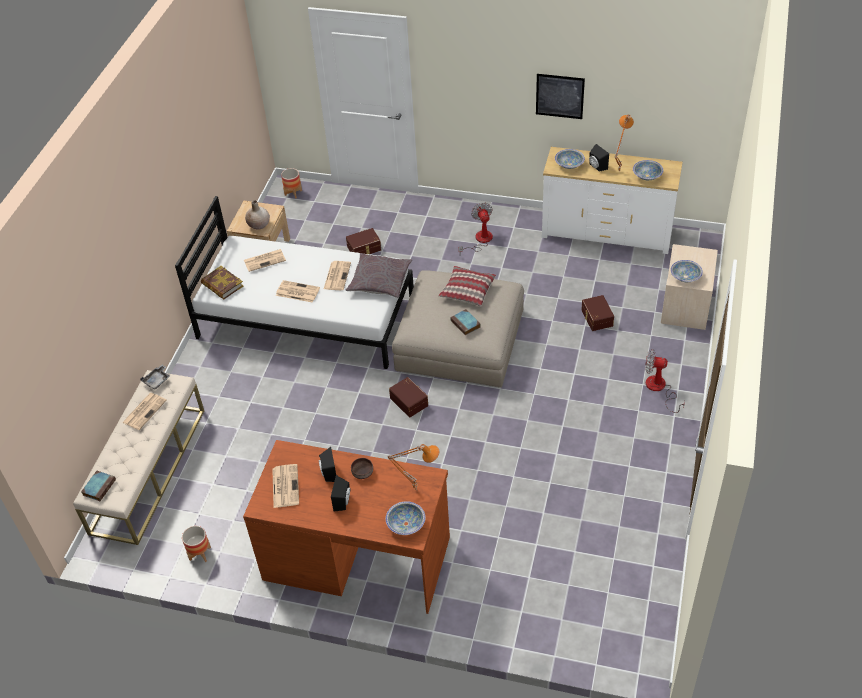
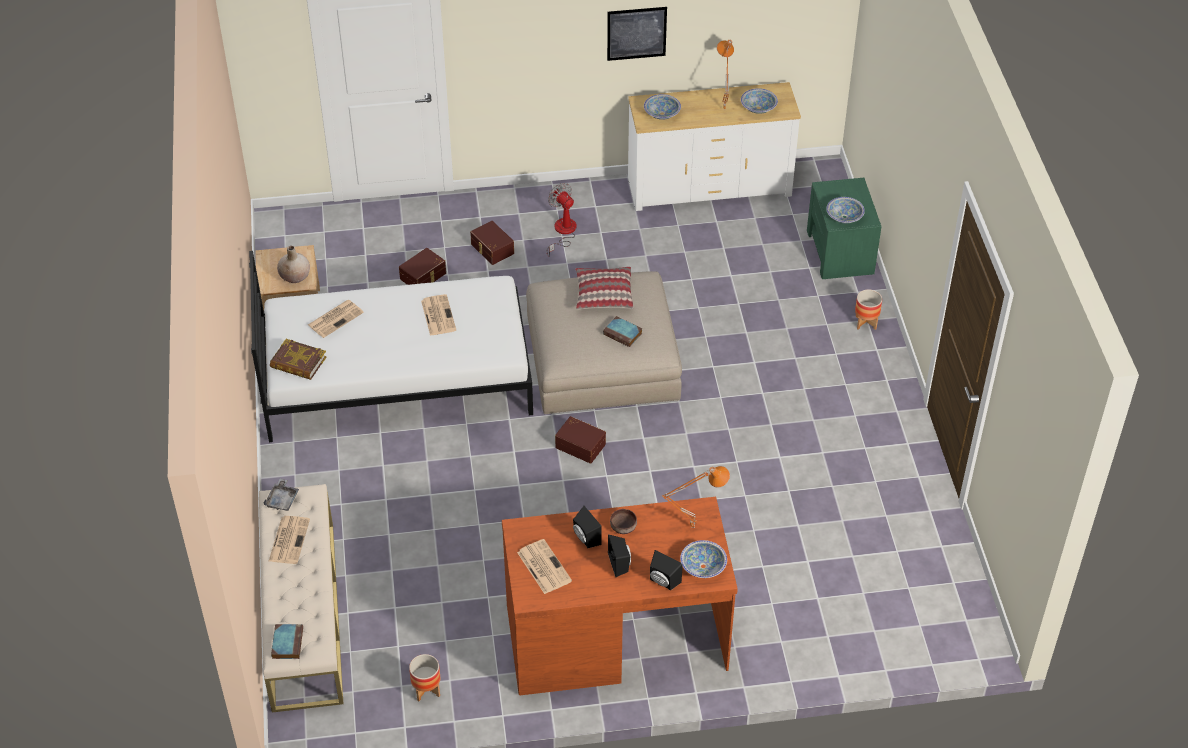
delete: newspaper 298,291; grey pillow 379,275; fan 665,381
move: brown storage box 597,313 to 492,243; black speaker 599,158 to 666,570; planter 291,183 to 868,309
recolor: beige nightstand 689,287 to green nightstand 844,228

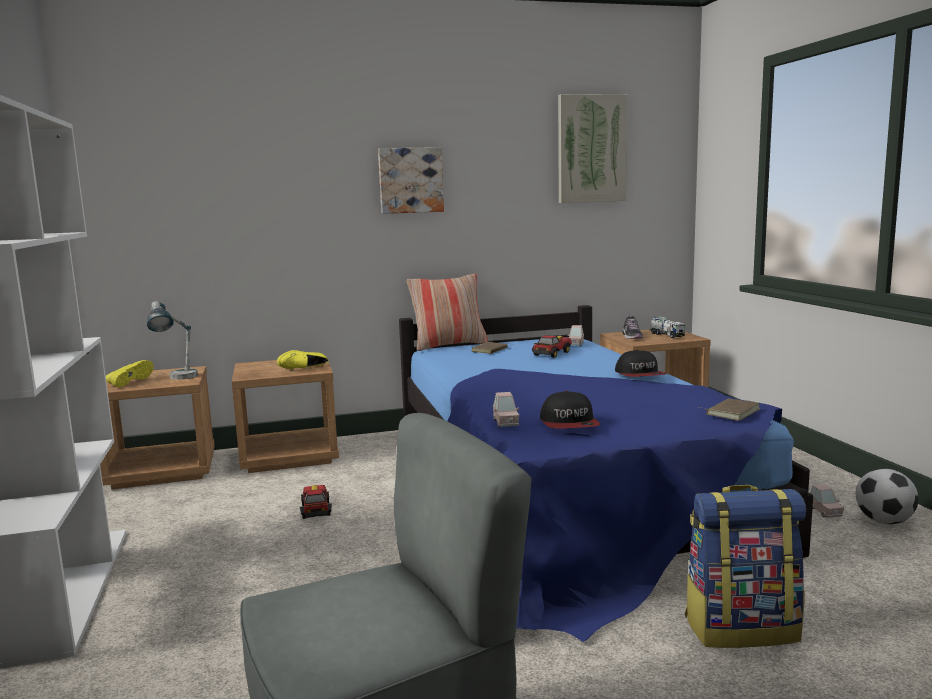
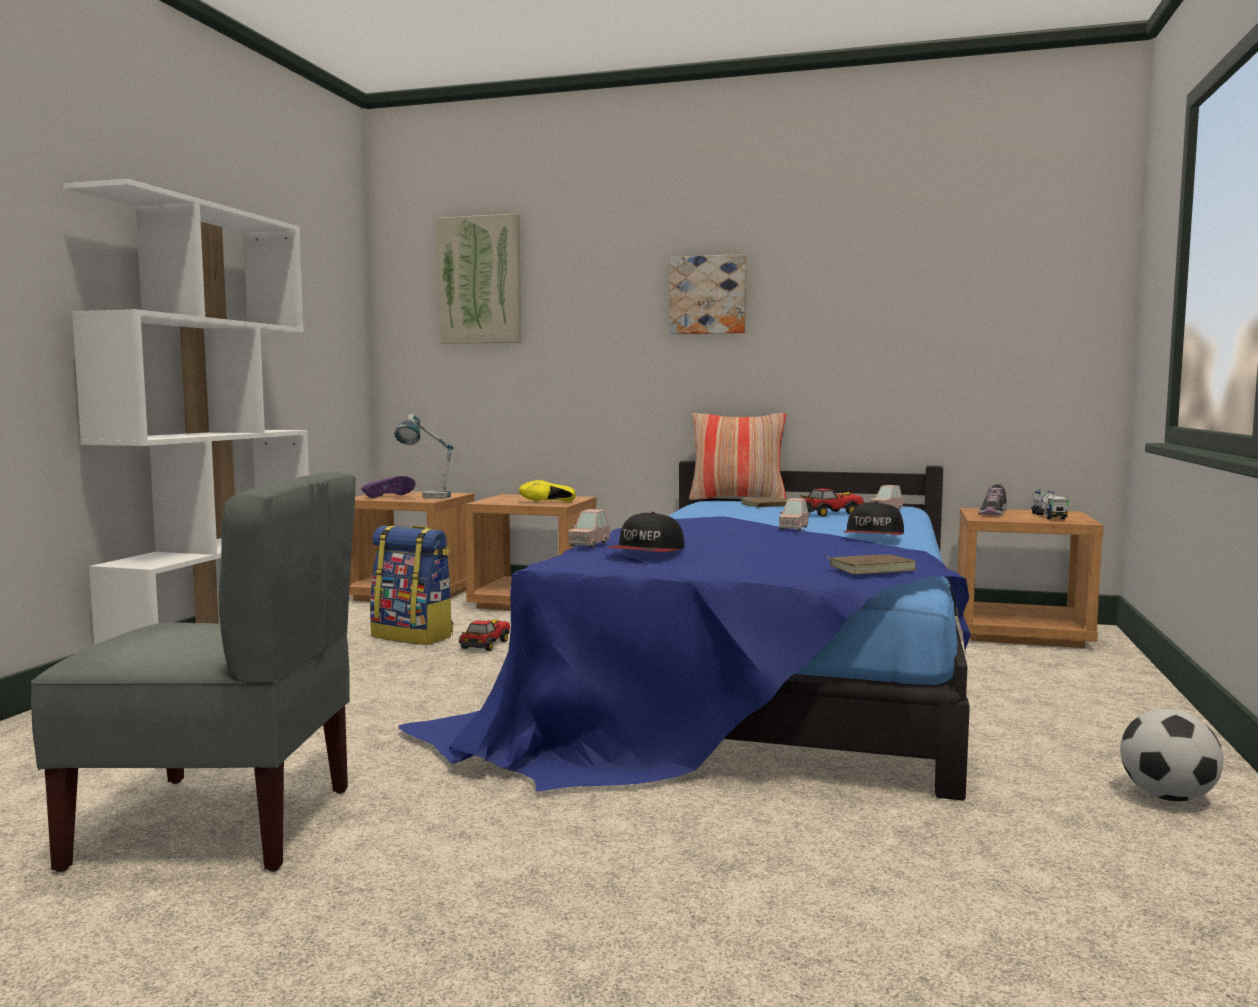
move: backpack 745,566 to 411,585; picture 593,148 to 479,279; pink toy car 827,501 to 794,514
recolor: yellow shoe 130,373 to purple shoe 388,487

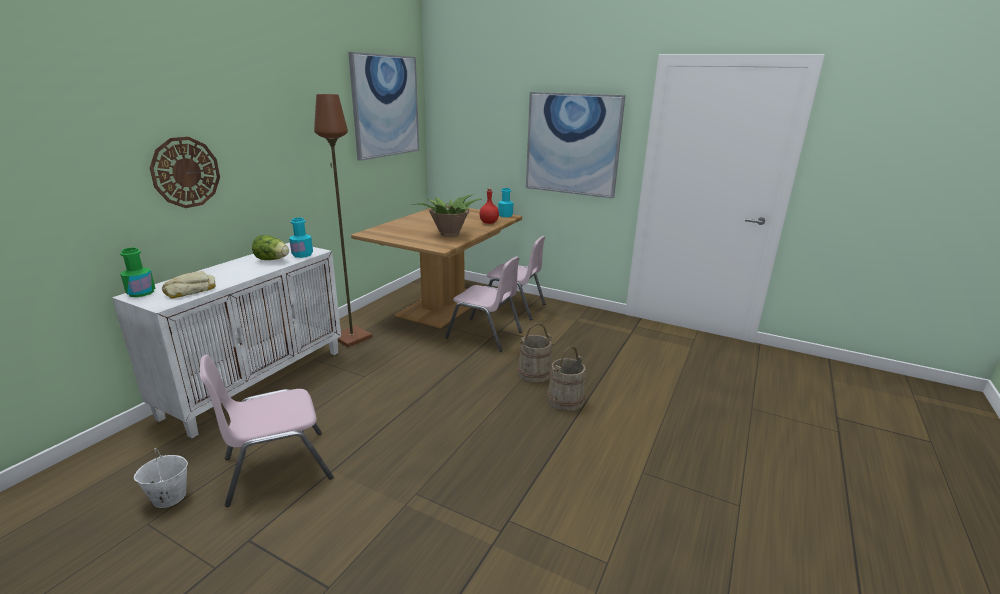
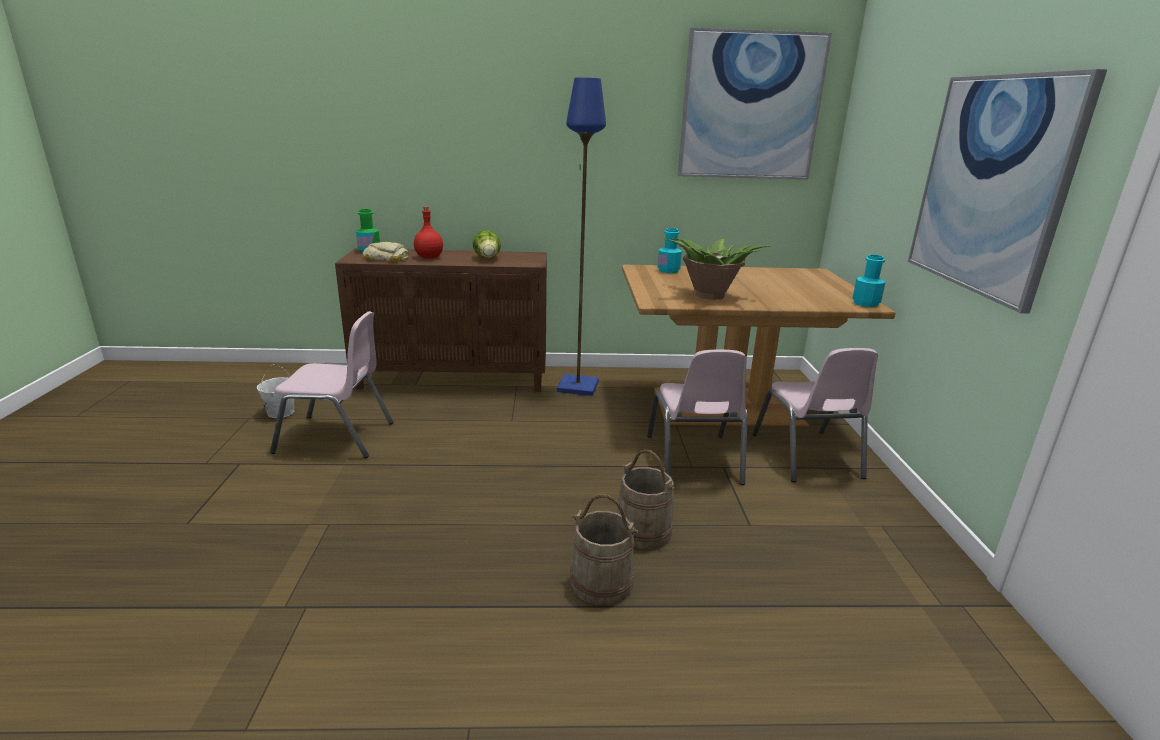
delete: wall clock 185,172
move: red bottle 489,206 to 428,232; turquoise bottle 301,237 to 670,250
recolor: white cabinet 226,340 to brown cabinet 441,320; brown floor lamp 343,220 to blue floor lamp 581,236
rotate: pink chair 267,431 = 331,384 150 degrees clockwise

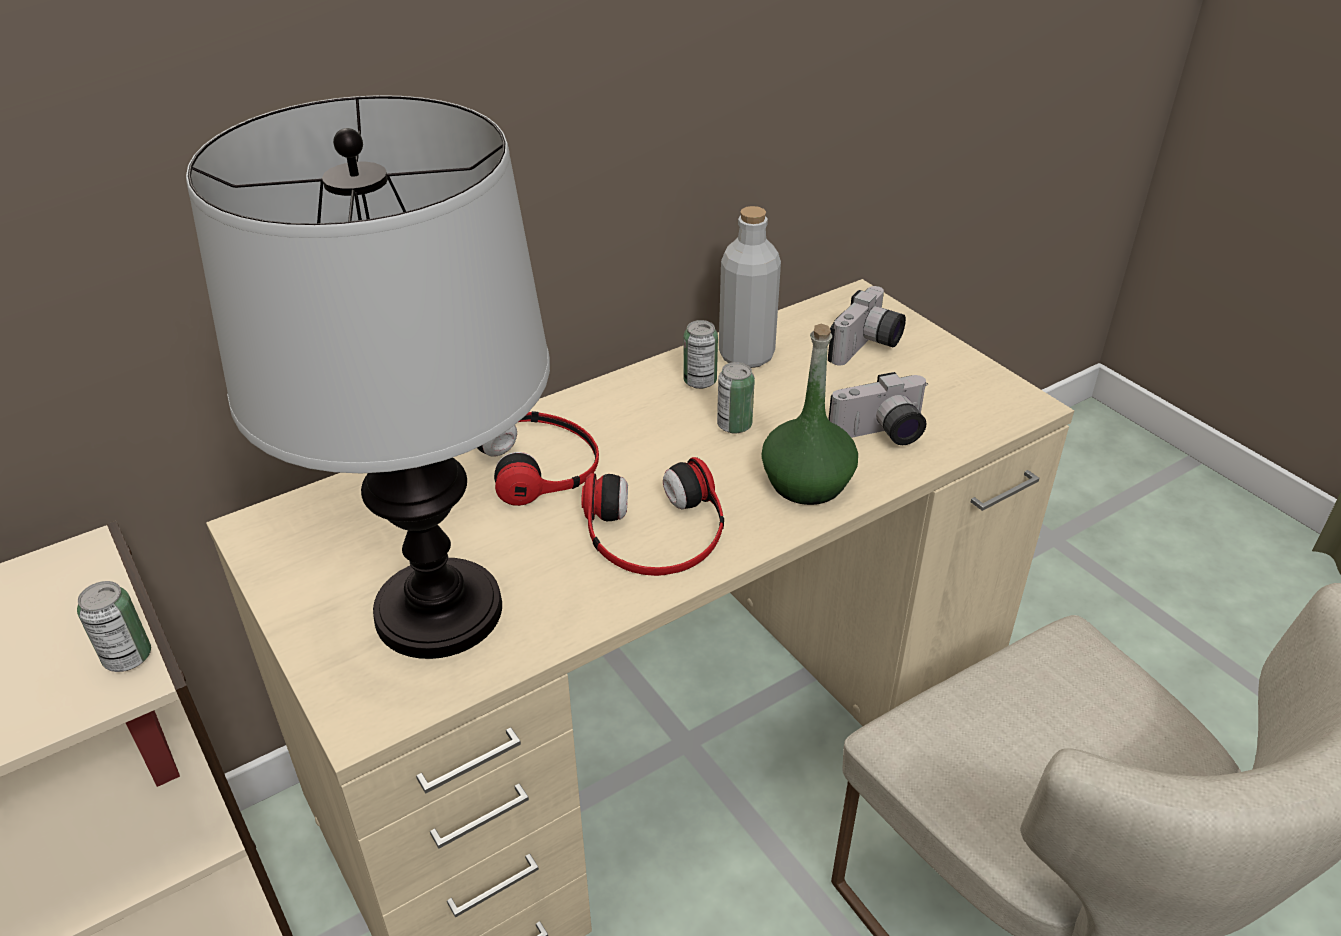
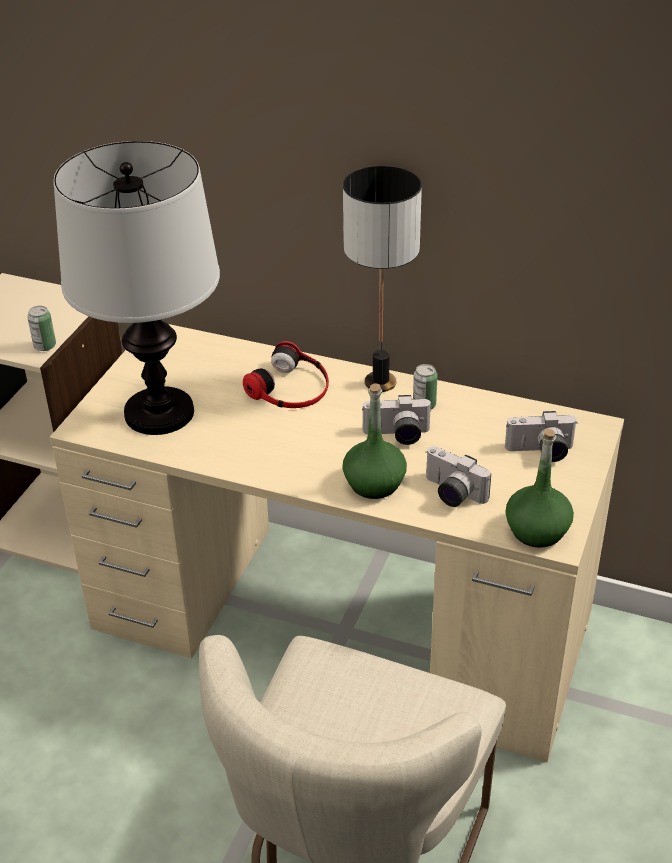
delete: headphones 653,516; grey bottle 750,287
insert: table lamp 382,279; green bottle 539,488
replace: can 736,397 to photo camera 397,420

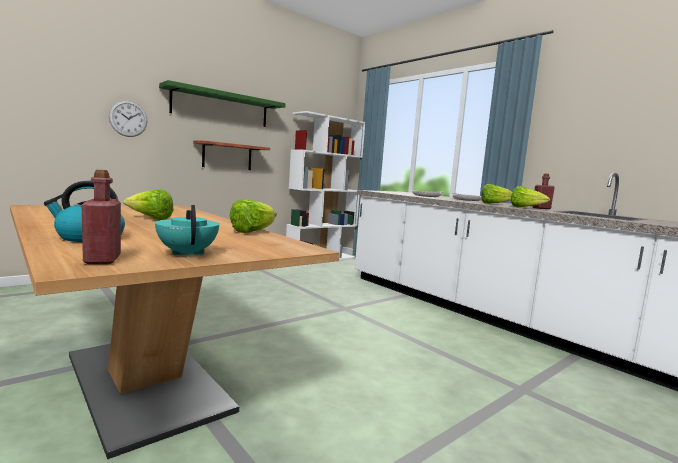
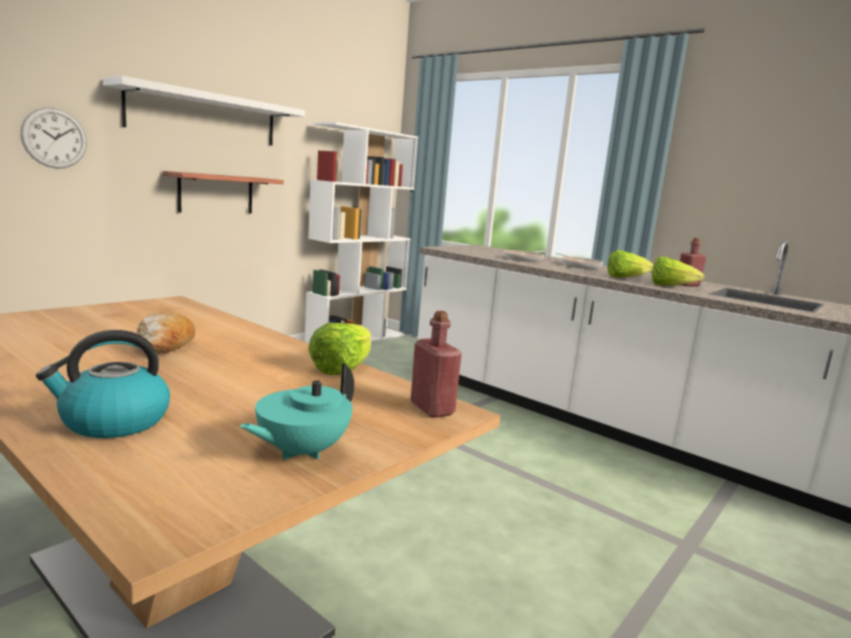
move: red bottle 101,217 to 436,364
replace: lettuce 148,204 to bread 165,332
recolor: green shelf 222,103 to white shelf 204,110
rotate: turquoise teapot 187,231 = 297,411 105 degrees counterclockwise

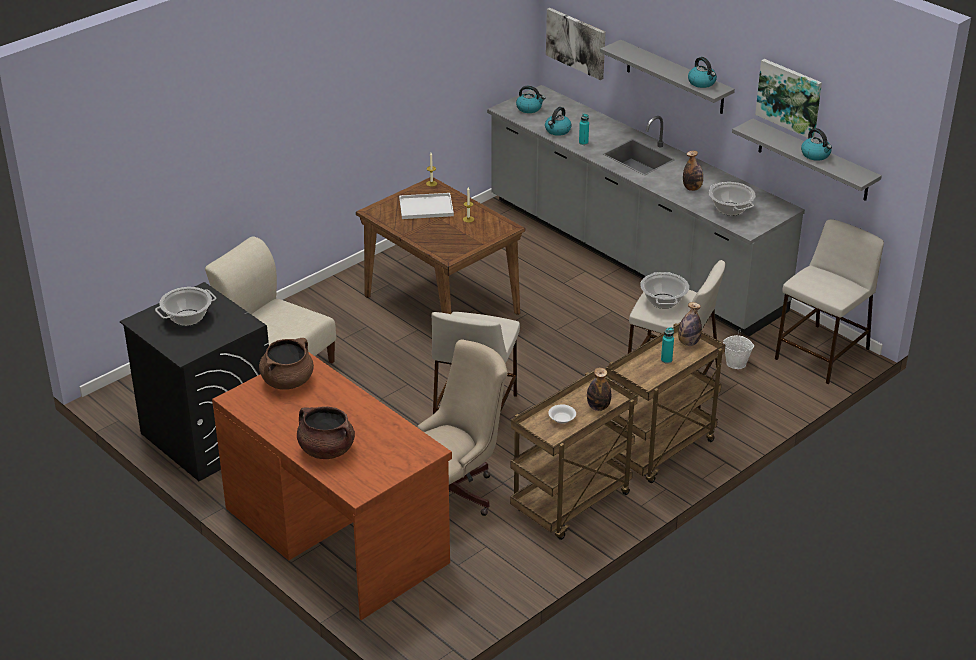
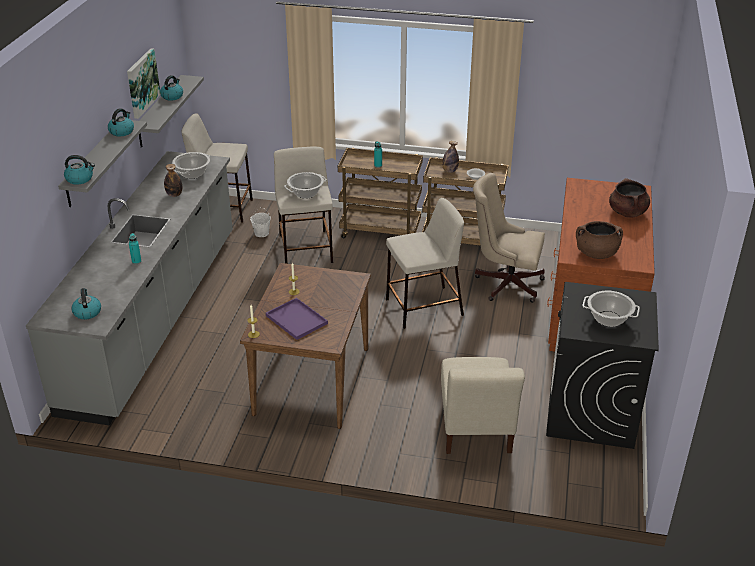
delete: picture 576,44; bottle 690,324
move: kettle 558,121 to 79,169
recolor: white tray 426,206 to purple tray 297,319

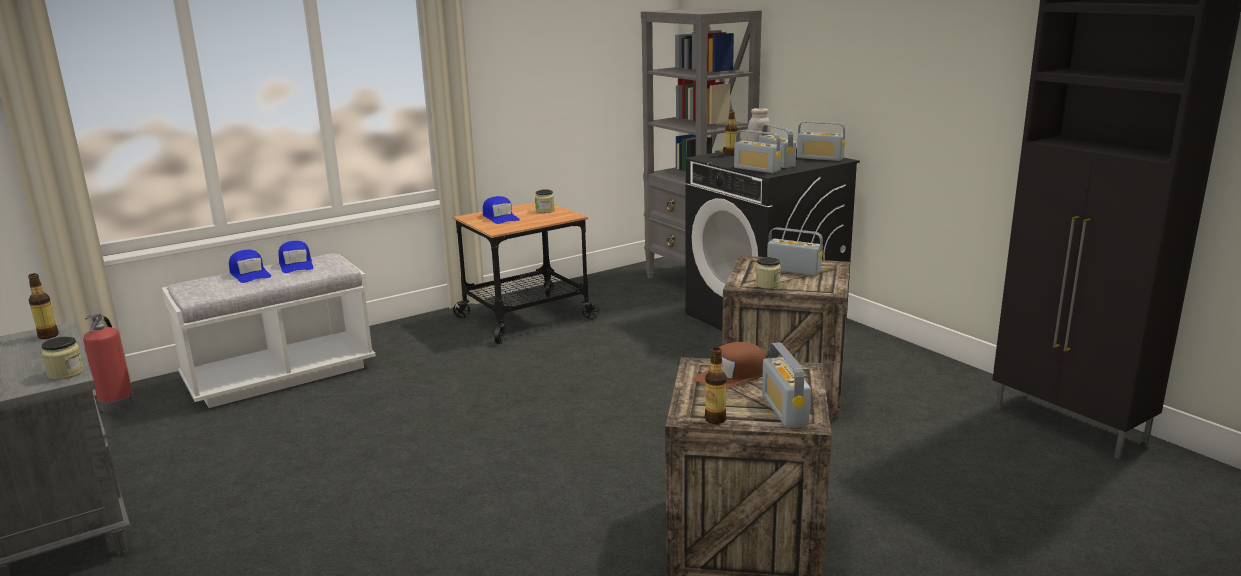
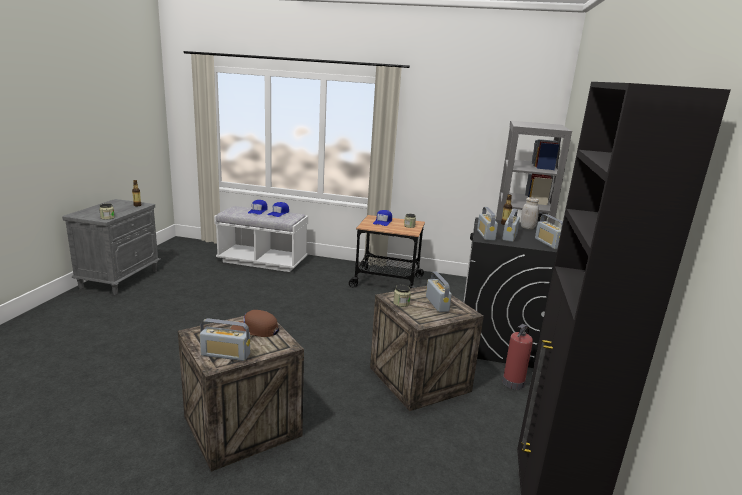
delete: bottle 716,385
move: fire extinguisher 109,363 to 517,357
rotate: radio 786,385 = 225,340 120 degrees counterclockwise

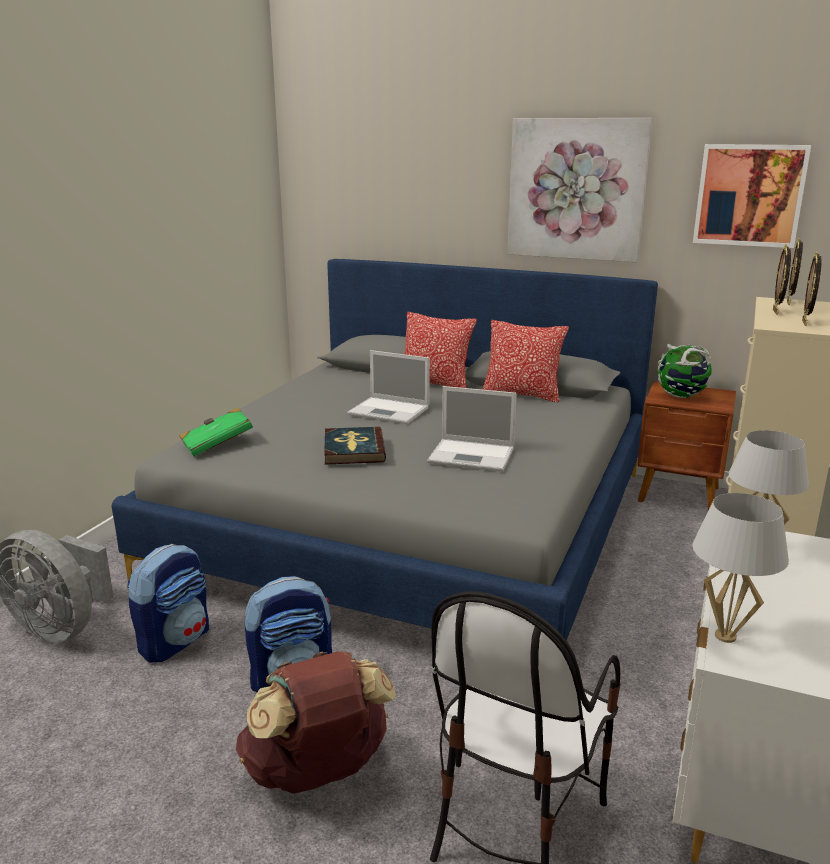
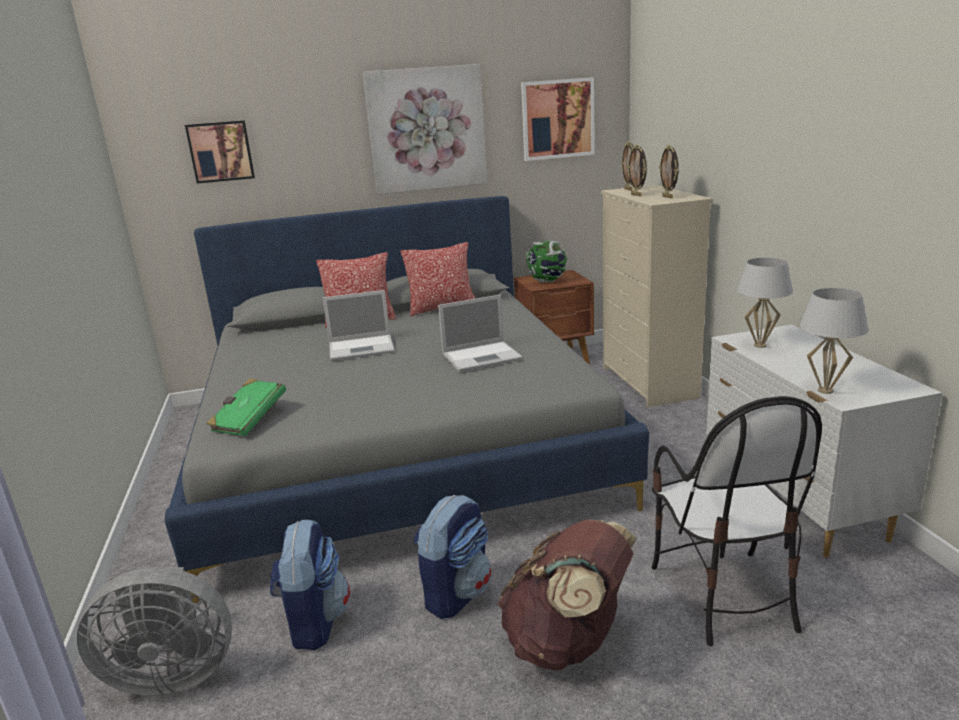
delete: book 355,446
insert: picture 220,152

